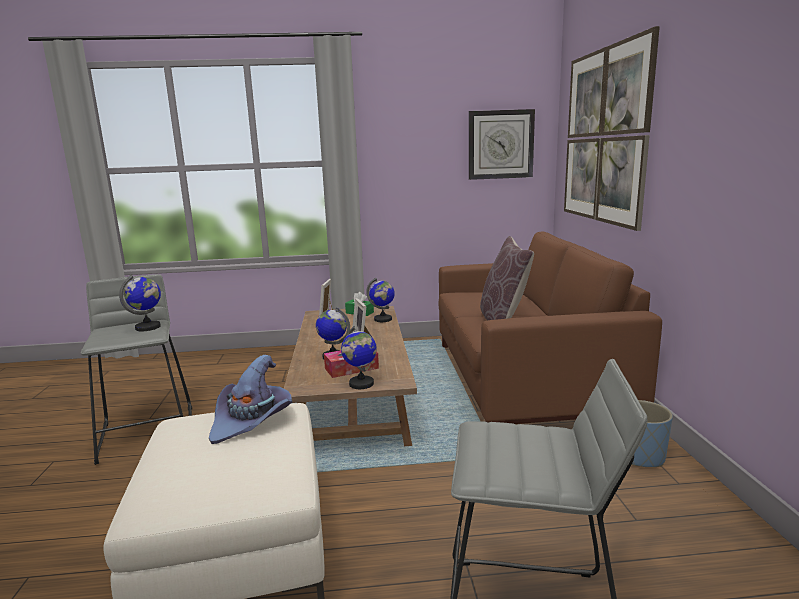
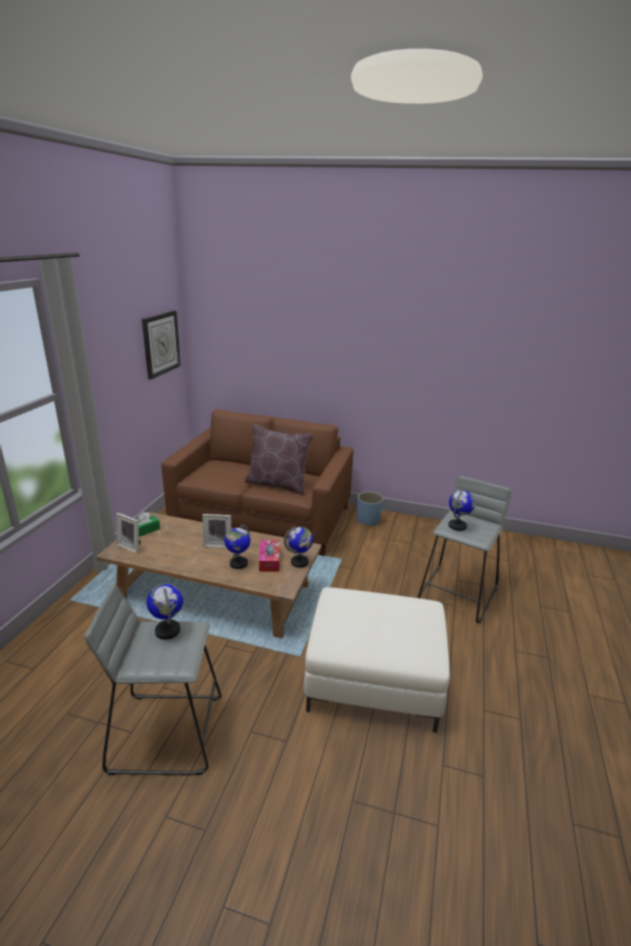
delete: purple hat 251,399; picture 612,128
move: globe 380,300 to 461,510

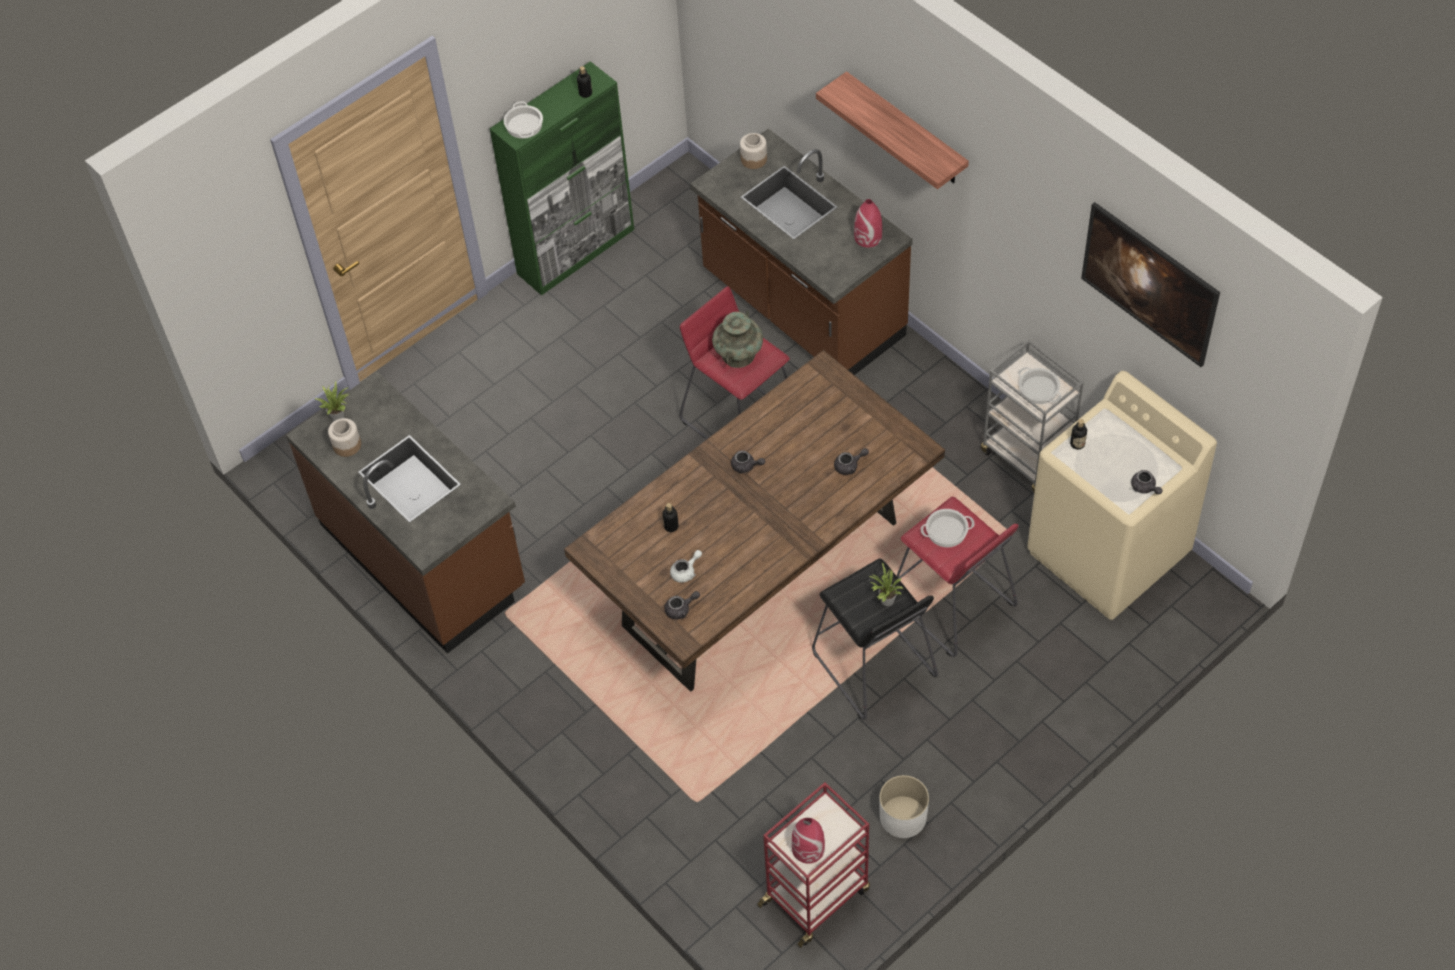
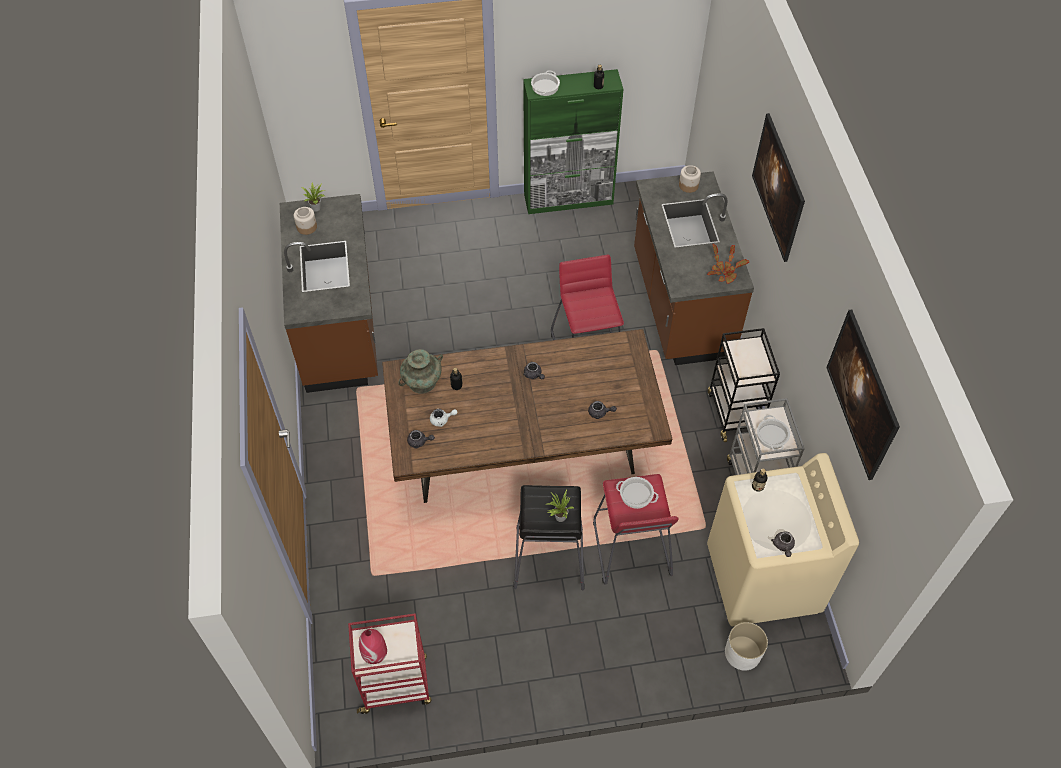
insert: black cart 744,385
move: turquoise vase 737,339 to 420,371; white planter 904,806 to 746,646
replace: red vase 868,223 to potted plant 728,264; shelf 892,130 to picture 778,187

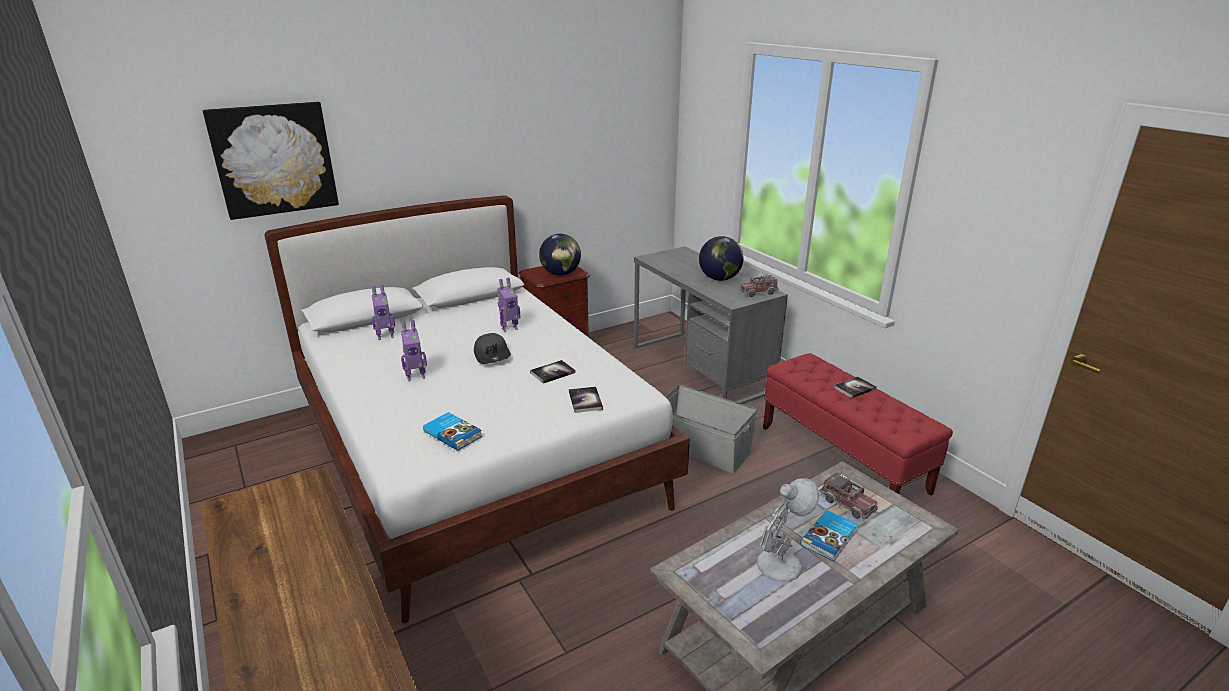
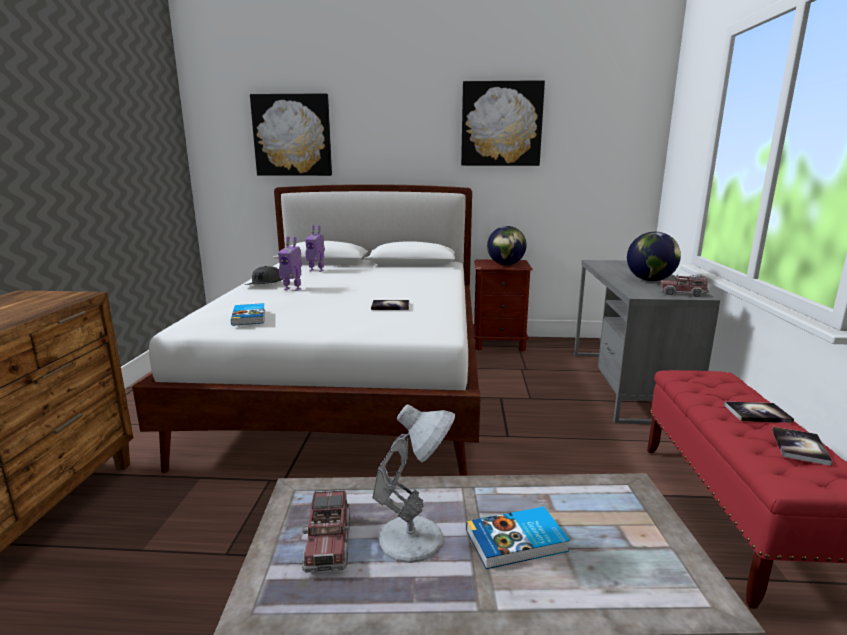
delete: toy robot 508,305; grey storage box 711,429
insert: picture 503,123
move: grey cap 492,348 to 264,275; toy truck 848,496 to 326,531; book 586,400 to 802,446

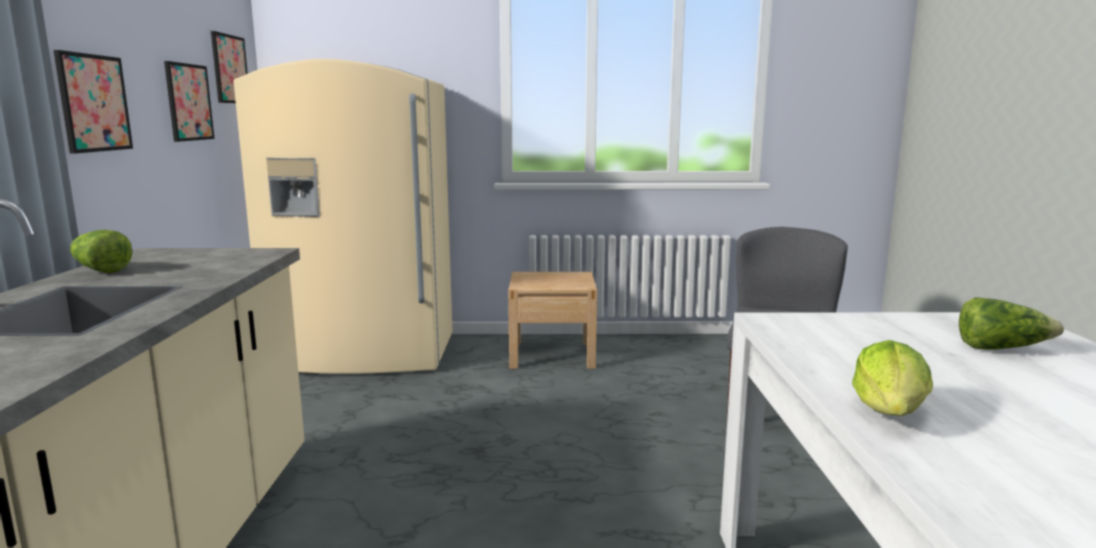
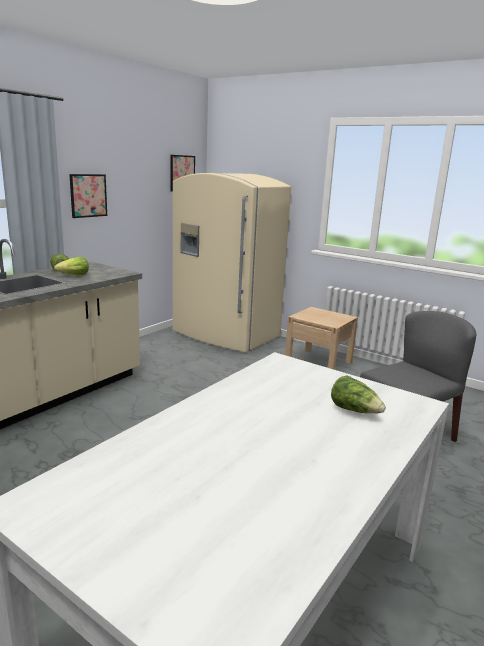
delete: picture 189,101
move: lettuce 892,378 to 71,266

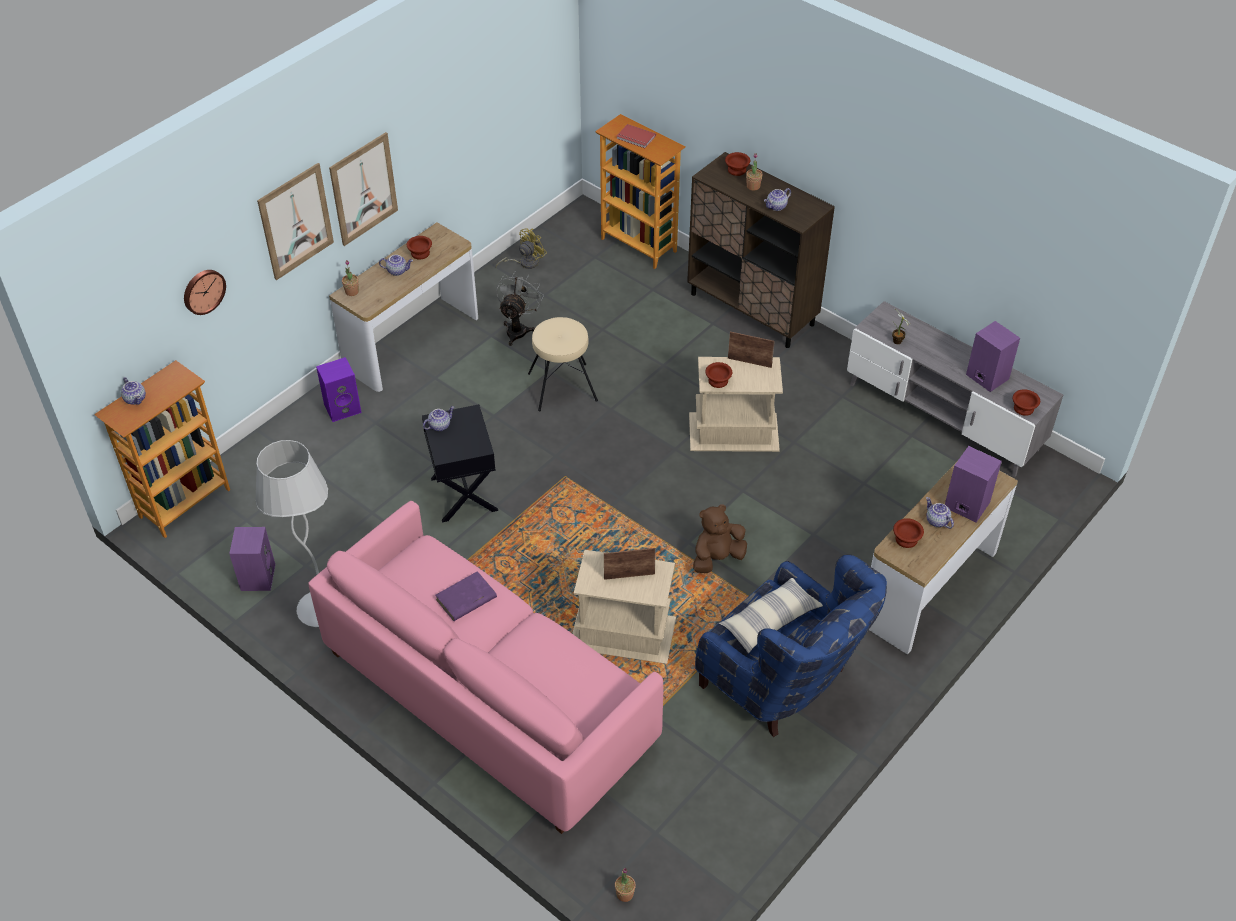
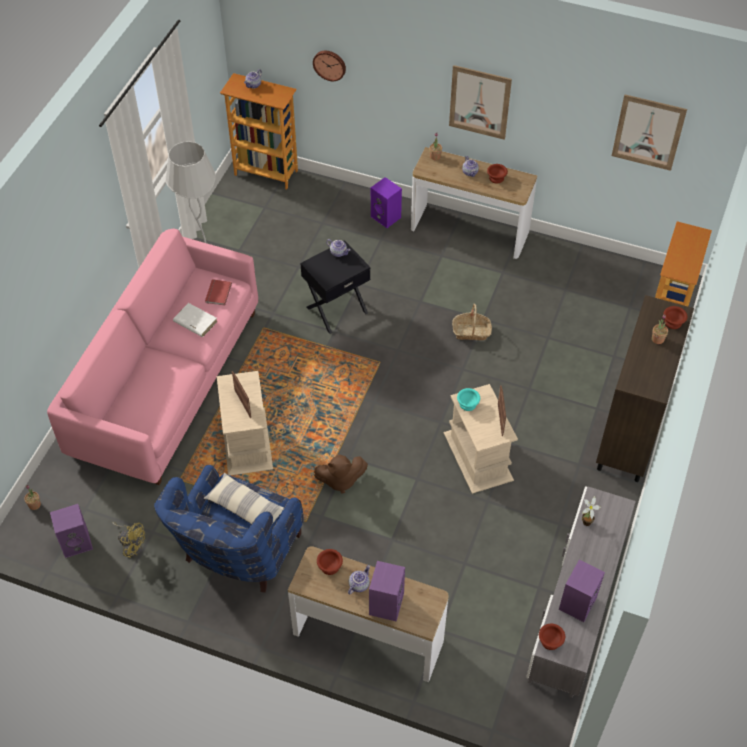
delete: grey fan 520,308; teapot 777,199
move: purple speaker 252,559 to 71,531; yellow fan 521,248 to 129,540; red book 636,136 to 218,292; picture 295,221 to 649,133
replace: beige stool 563,364 to basket 472,322
recolor: purple book 466,596 to white book 195,320; brown bowl 718,375 to turquoise bowl 468,399
rotate: brown plush toy 720,538 = 341,474 135 degrees clockwise

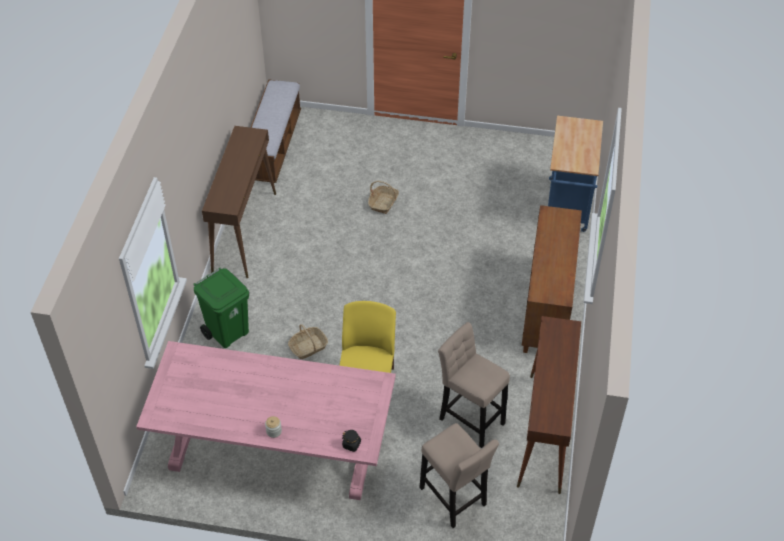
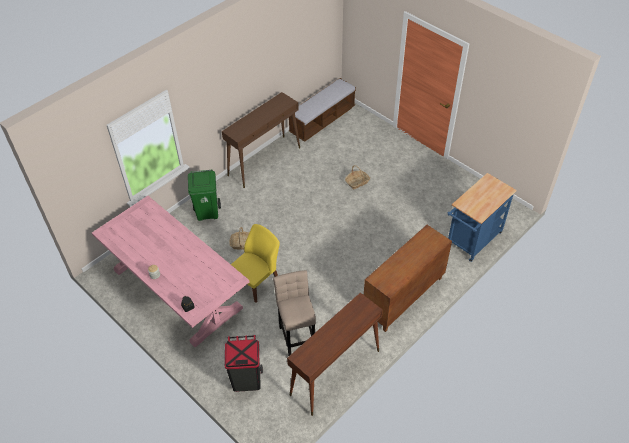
replace: beige stool 459,475 to black trash can 244,363

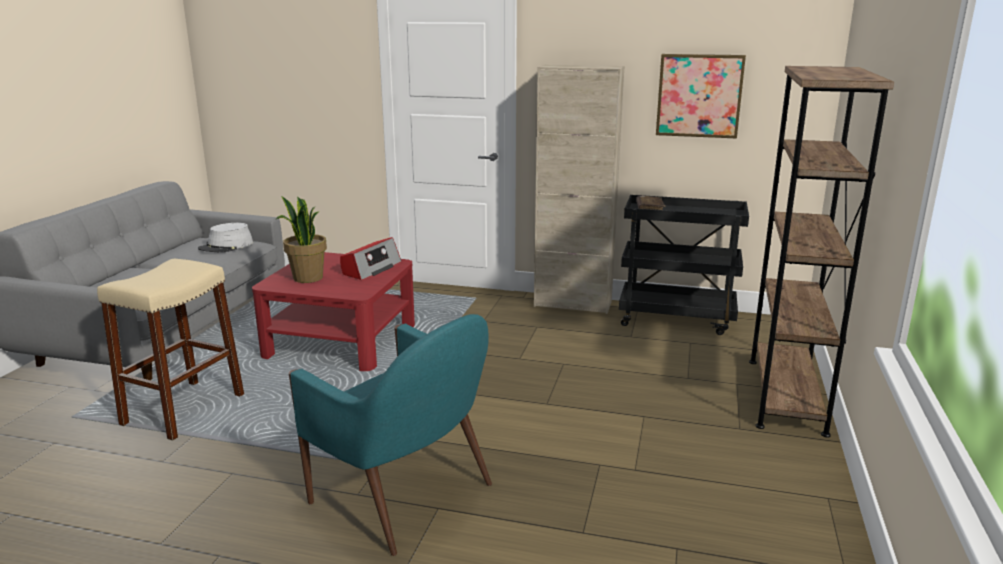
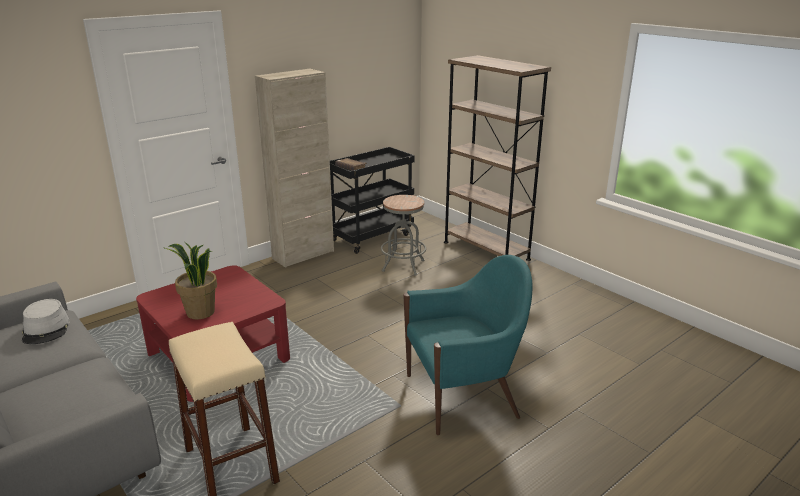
delete: radio 371,258; picture 701,96
insert: grey stool 403,235

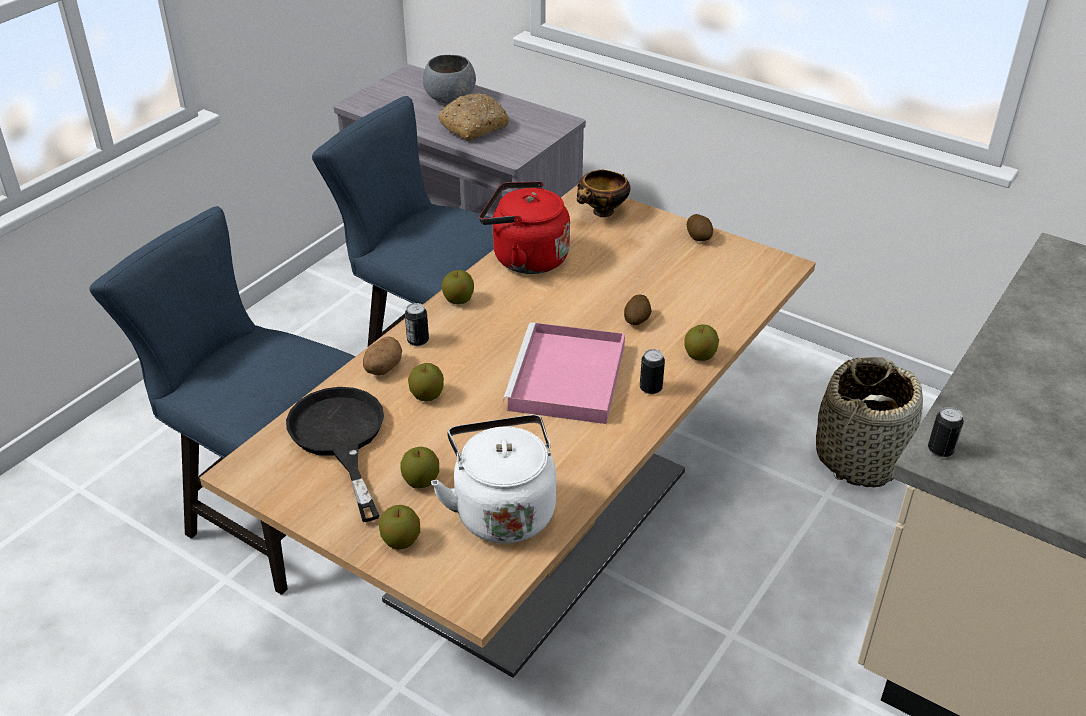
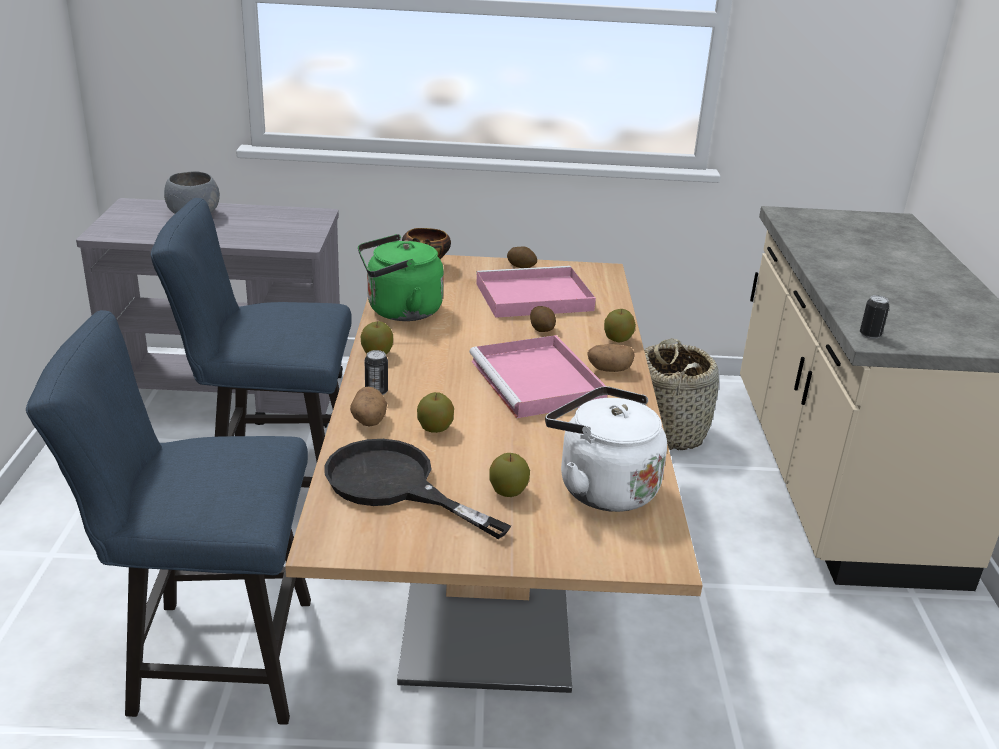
delete: apple 399,527; bread 473,117
insert: pink tray 536,292
replace: can 652,371 to potato 611,358
recolor: red kettle 524,227 to green kettle 401,277

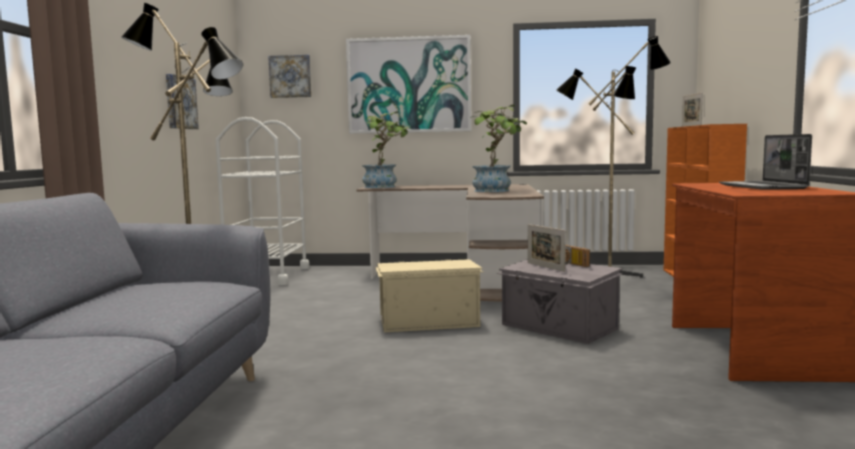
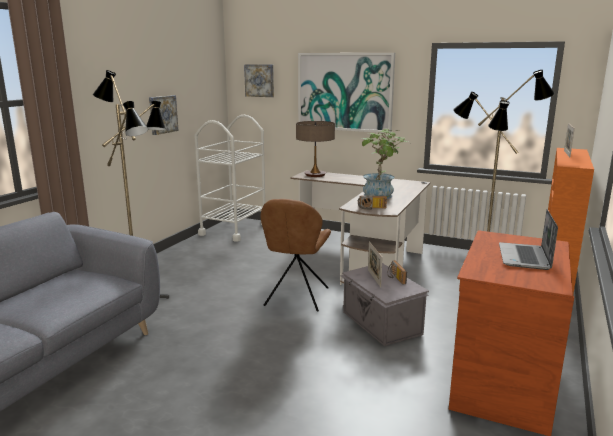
insert: radio 372,203
replace: beige storage box 429,295 to brown chair 296,255; potted plant 385,149 to table lamp 315,149

